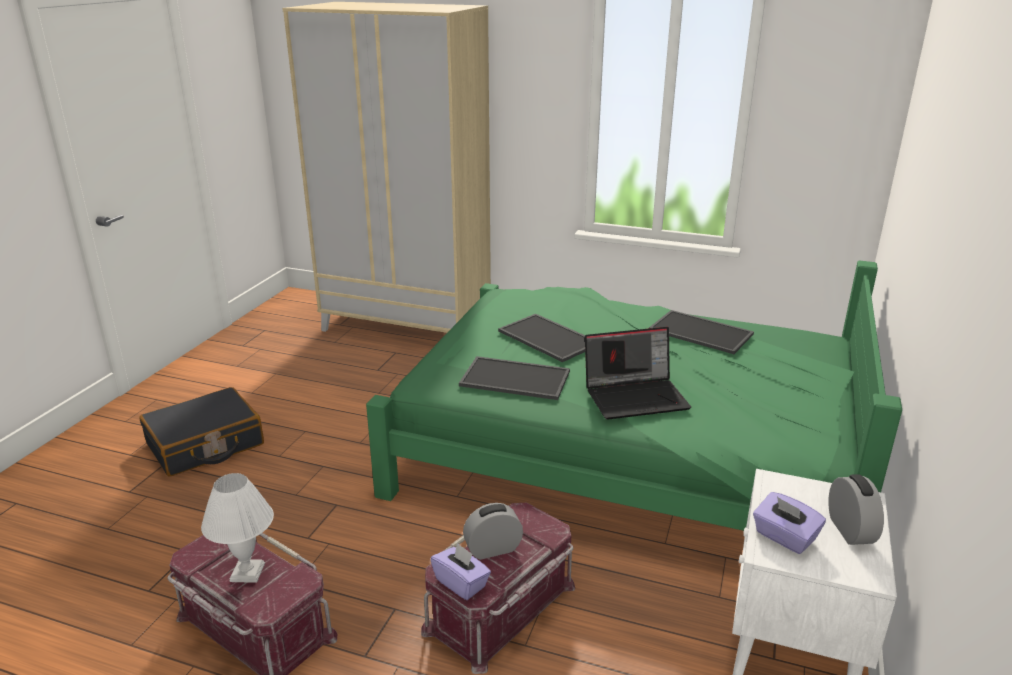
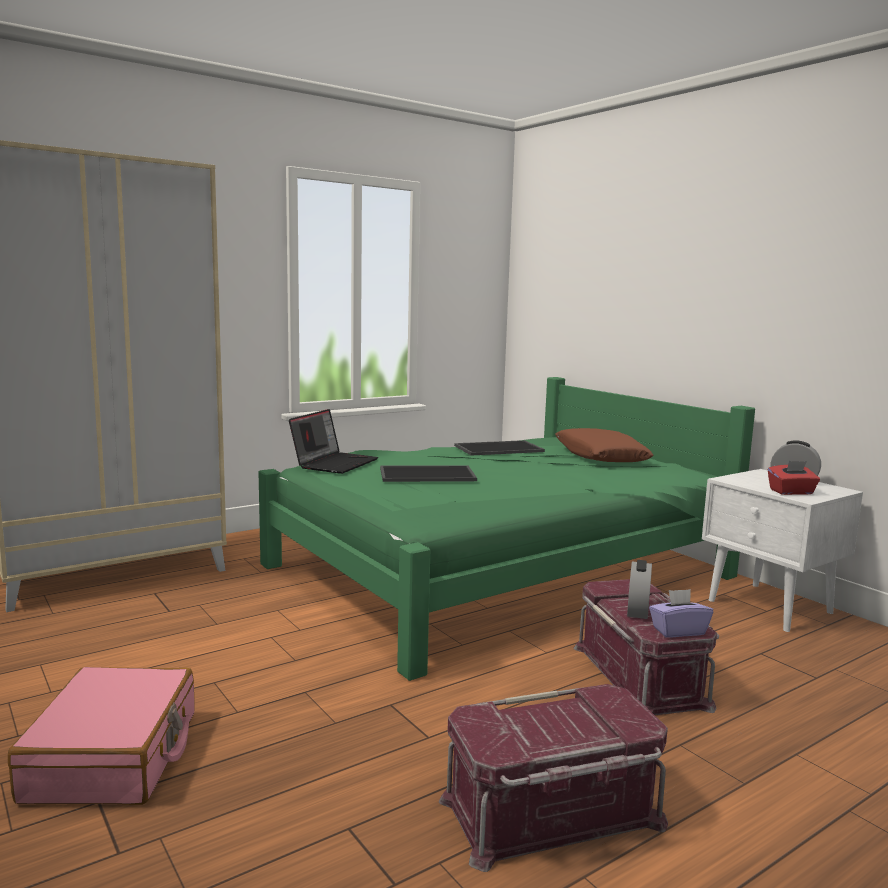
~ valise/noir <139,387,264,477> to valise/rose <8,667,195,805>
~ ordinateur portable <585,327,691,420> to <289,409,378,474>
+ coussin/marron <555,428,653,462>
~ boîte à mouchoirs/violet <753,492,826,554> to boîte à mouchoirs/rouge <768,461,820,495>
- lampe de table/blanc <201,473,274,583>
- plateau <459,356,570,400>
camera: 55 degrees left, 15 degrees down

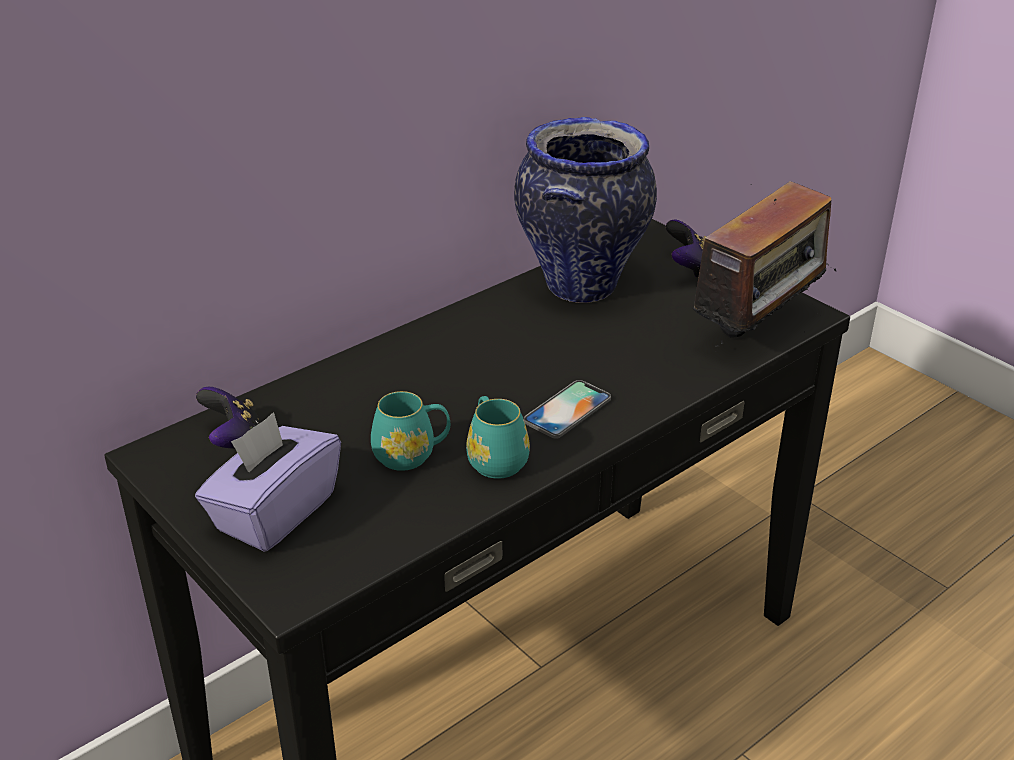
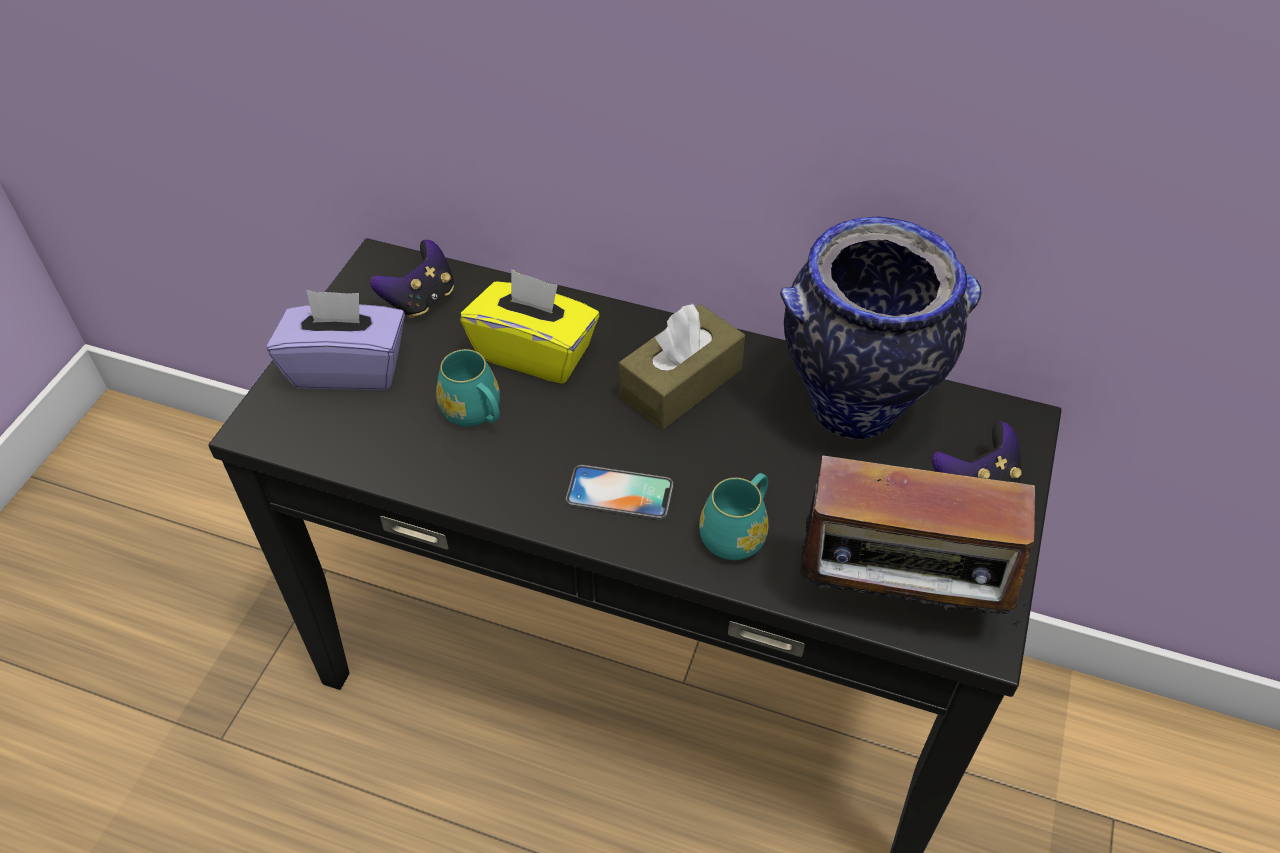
+ boîte à mouchoirs/jaune <461,269,599,384>
+ boîte à mouchoirs/marron <619,304,745,430>
~ mug/turquoise <466,396,530,479> to <699,473,768,560>
camera: 60 degrees right, 15 degrees up

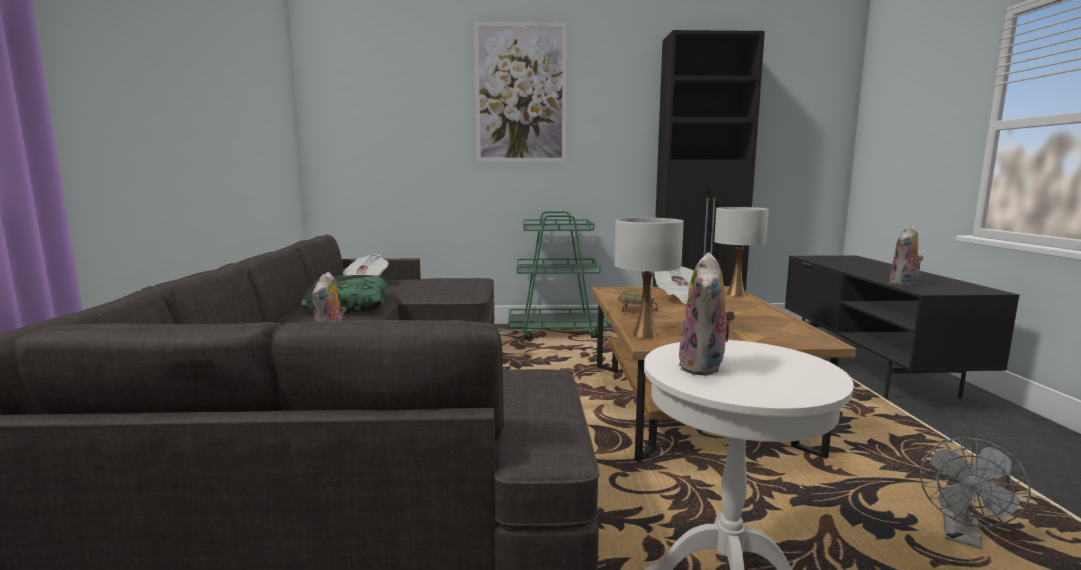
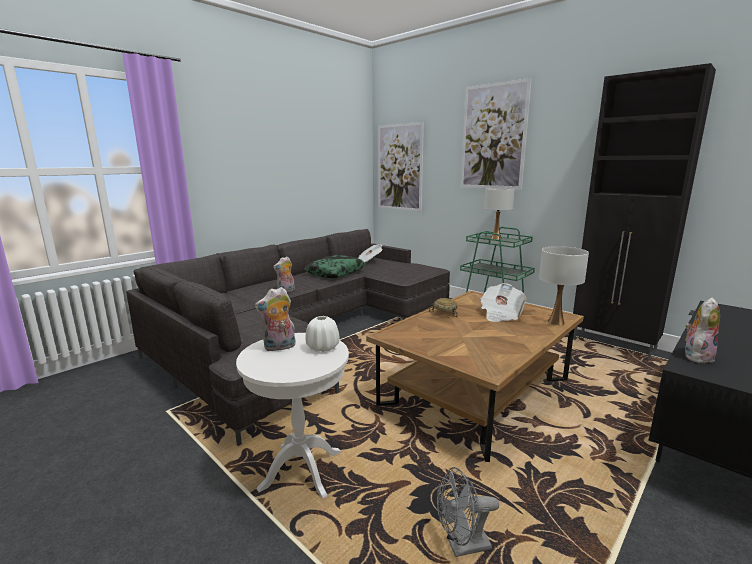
+ vase/blanc <306,316,340,352>
+ tableau <378,122,424,211>
~ lampe de table/blanc <615,218,684,338> to <484,188,515,239>
~ peluche <890,225,924,286> = <685,297,720,363> 135 degrees clockwise
camera: 45 degrees right, 5 degrees up

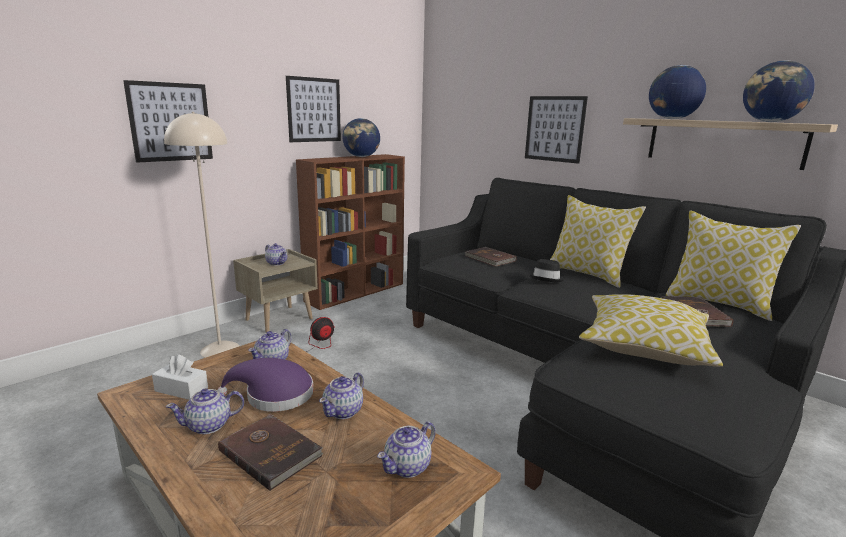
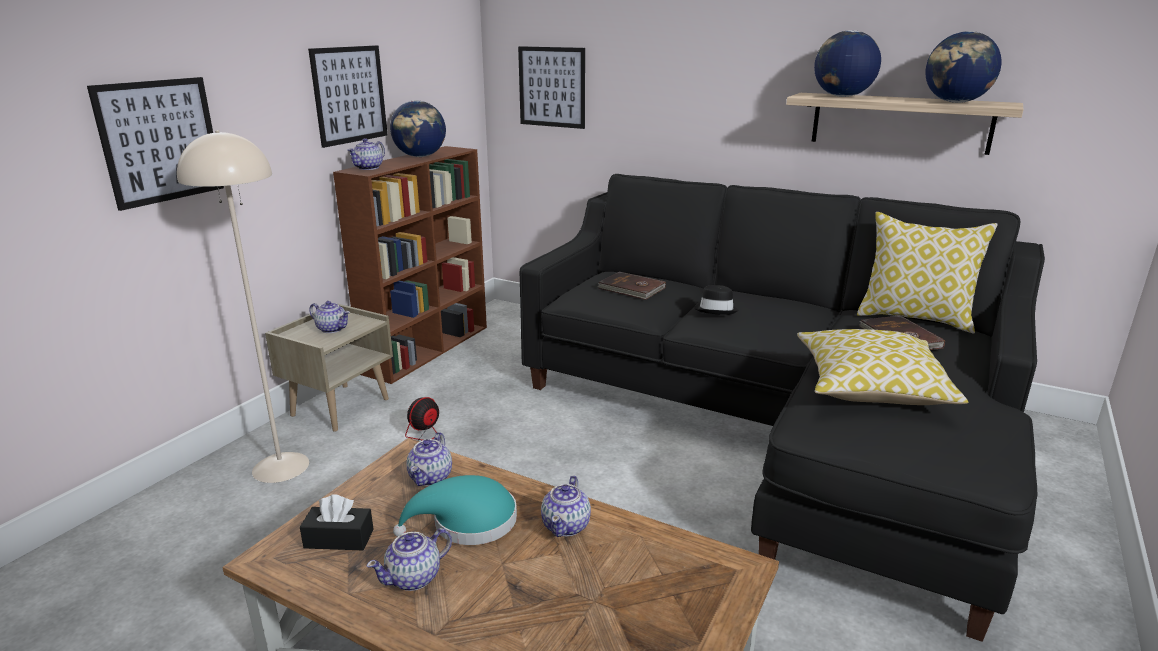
~ boîte à mouchoirs/blanc <152,354,208,400> to boîte à mouchoirs/noir <300,494,374,550>
~ théière <377,422,436,478> to <347,138,385,170>
~ chapeau/violet <217,358,313,412> to chapeau/turquoise <393,475,517,545>
~ tableau <525,96,588,164> to <518,46,585,129>
- livre/marron <218,414,323,491>
- coussin <550,195,646,288>
camera: 15 degrees left, 5 degrees up

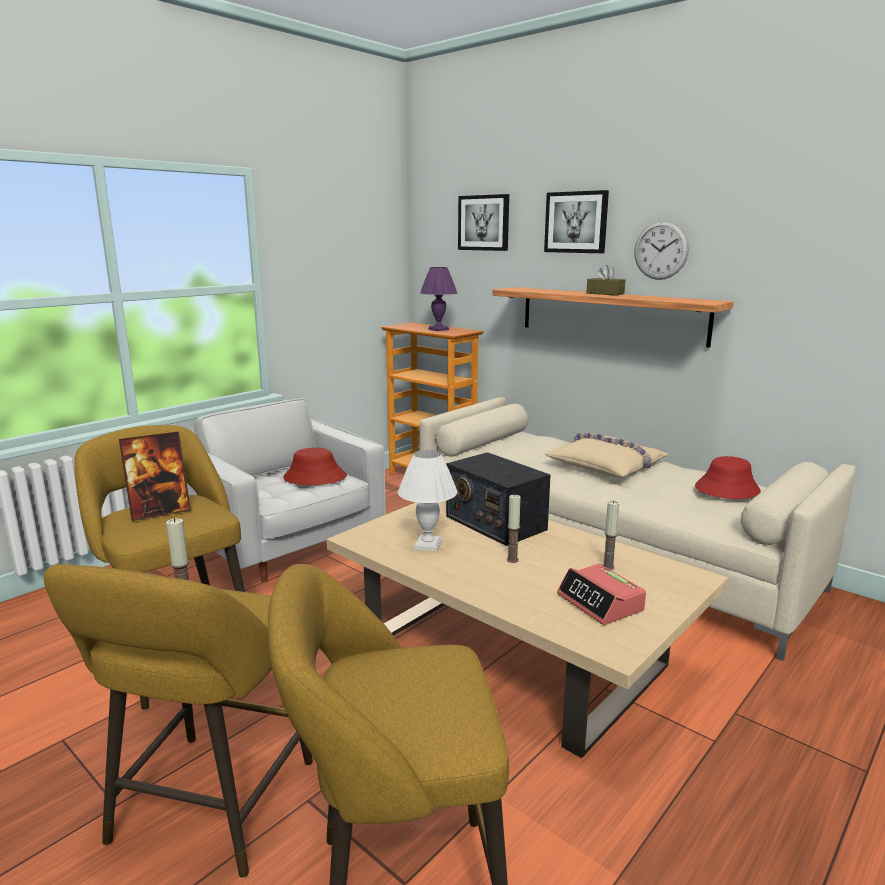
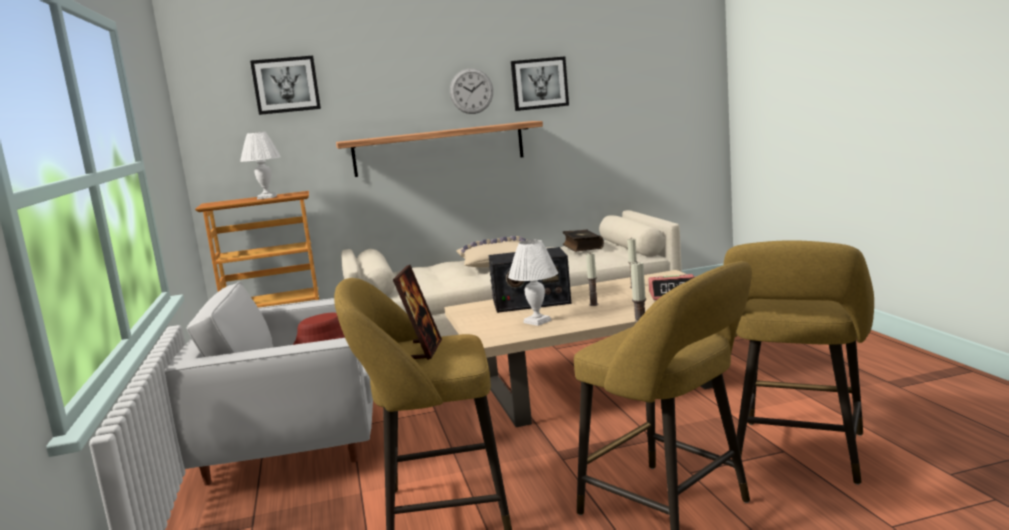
~ lampe de table/violet <420,267,457,331> to lampe de table/blanc <240,132,281,199>
~ tableau <544,190,609,253> to <511,56,569,111>
~ chapeau/rouge <695,456,761,499> to livre <563,230,604,252>
- boîte à mouchoirs/marron <586,265,625,295>
camera: 55 degrees left, 5 degrees down

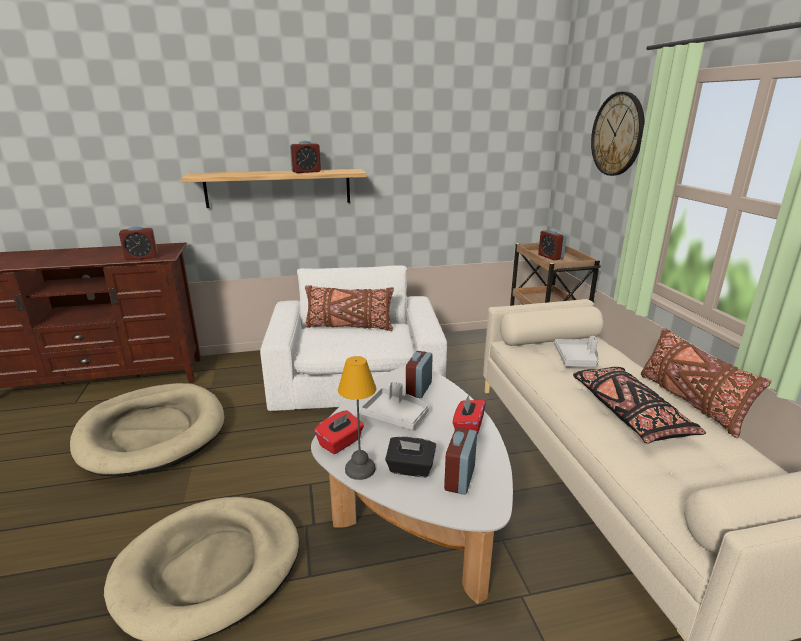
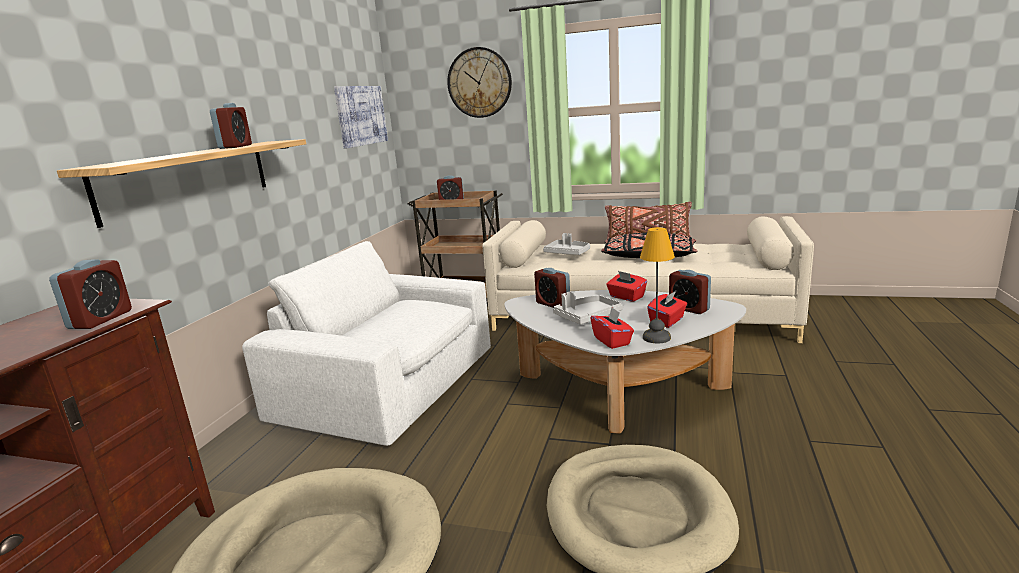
+ tableau <334,86,388,149>
~ boîte à mouchoirs/noir <385,437,436,477> to boîte à mouchoirs/rouge <647,291,687,328>
- coussin/marron <305,285,394,331>
camera: 60 degrees left, 5 degrees down

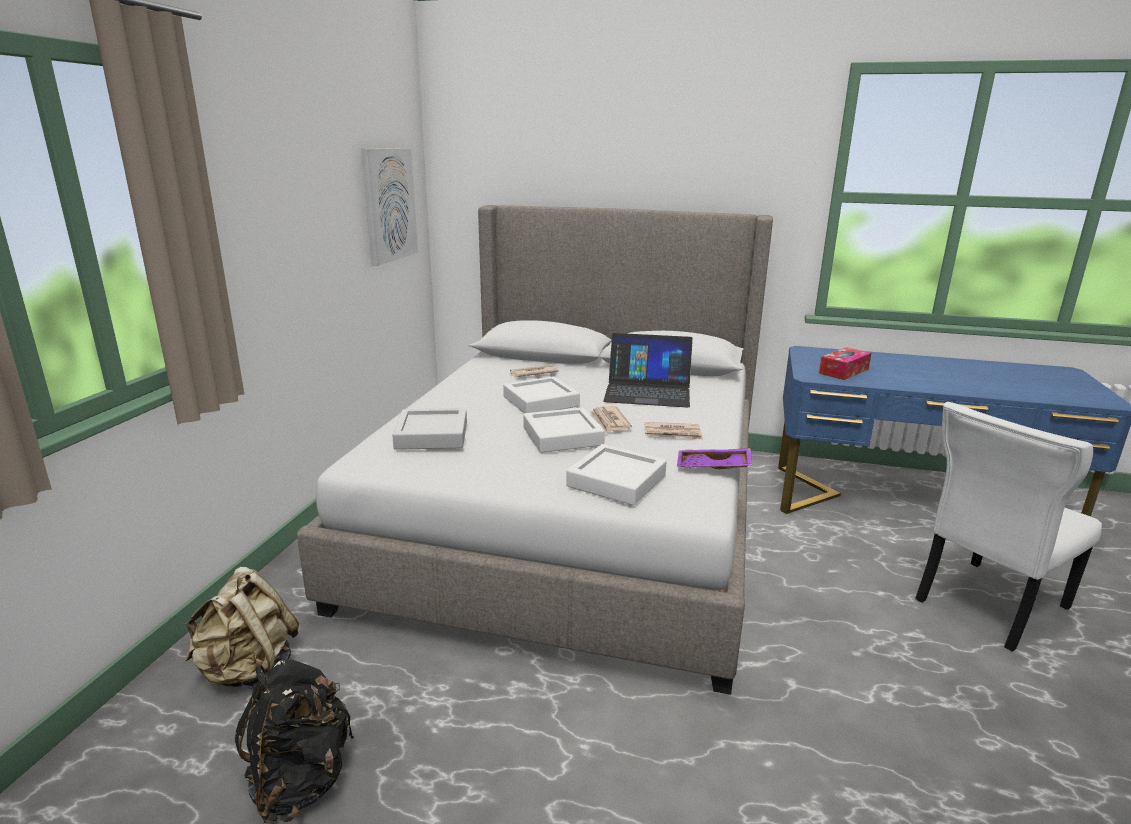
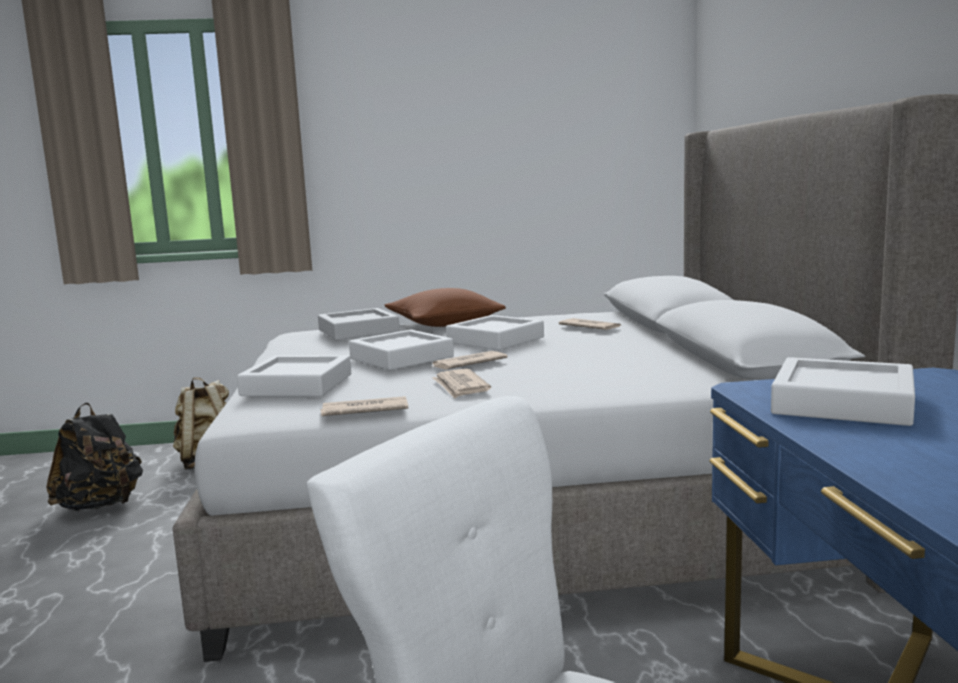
~ plateau/violet <677,448,752,469> to journal <321,396,408,416>
+ coussin/marron <385,288,506,327>
~ boîte à mouchoirs <819,347,871,380> to plateau/blanc <771,357,915,426>
- tableau <361,148,418,266>
- ordinateur portable <604,333,693,408>
camera: 70 degrees right, 10 degrees down

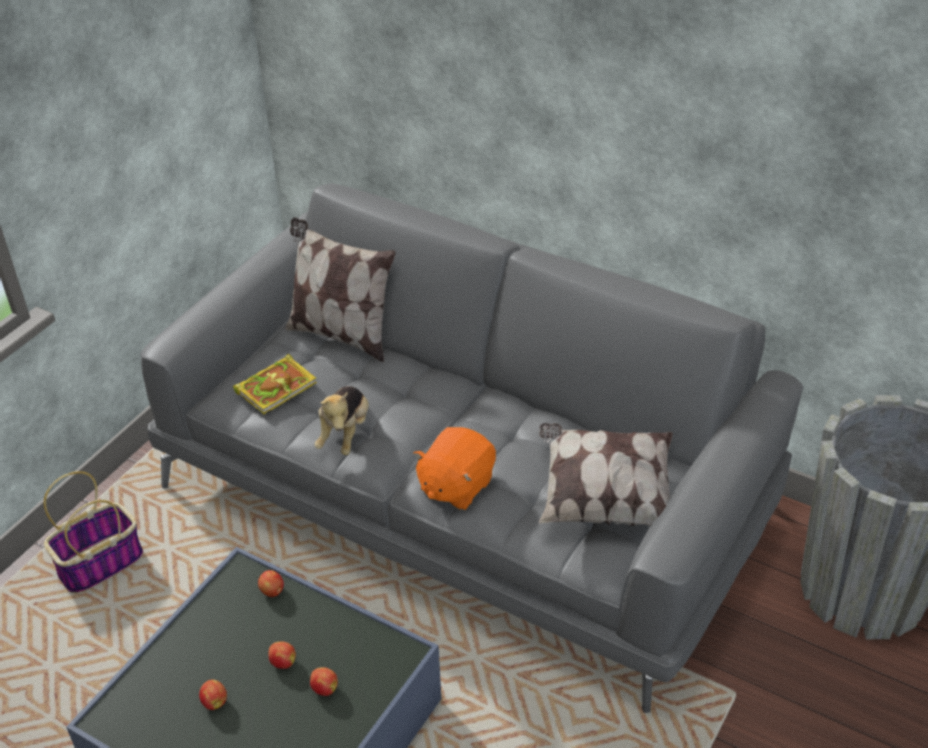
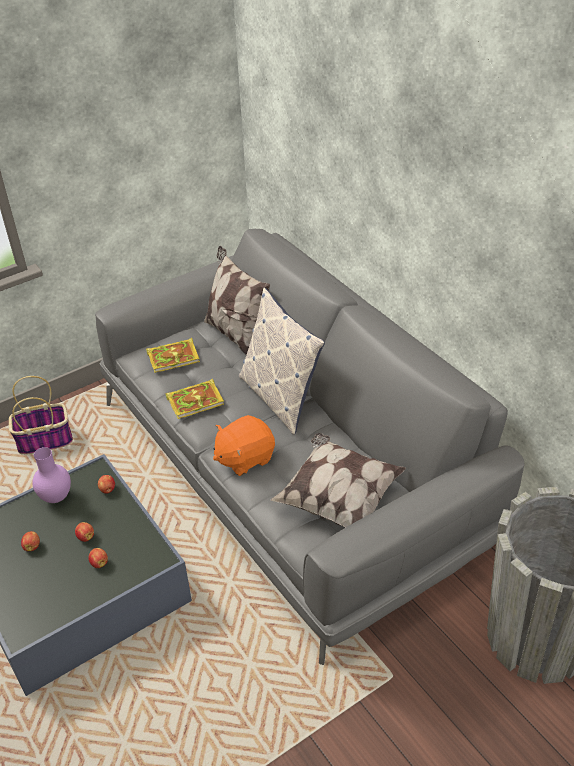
+ vase/violet <32,447,71,503>
~ peluche <315,386,369,455> to livre <166,379,224,419>
+ coussin <239,288,325,435>
camera: 25 degrees right, 0 degrees up

